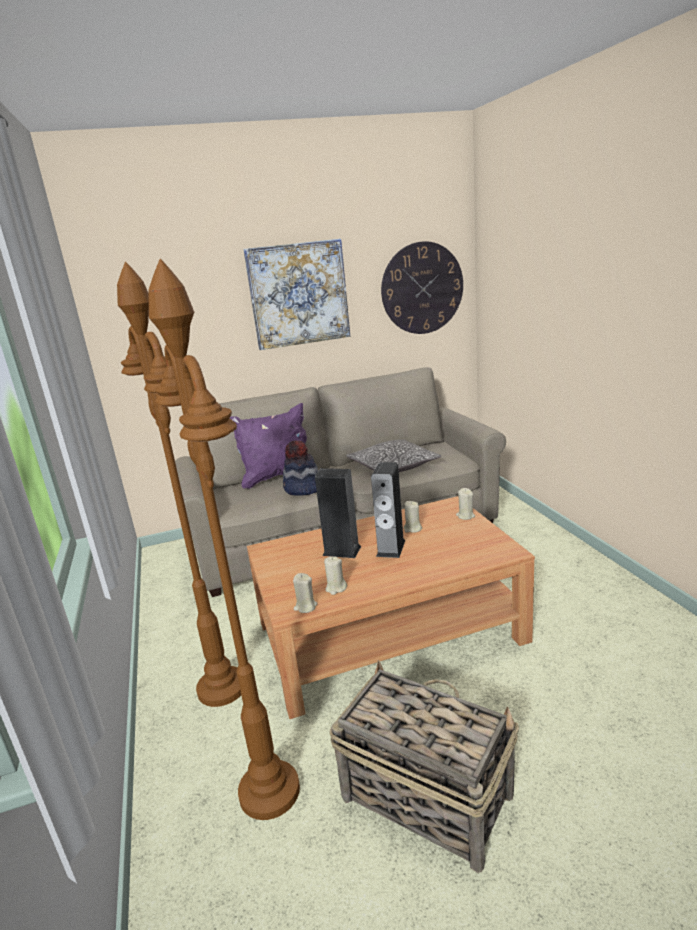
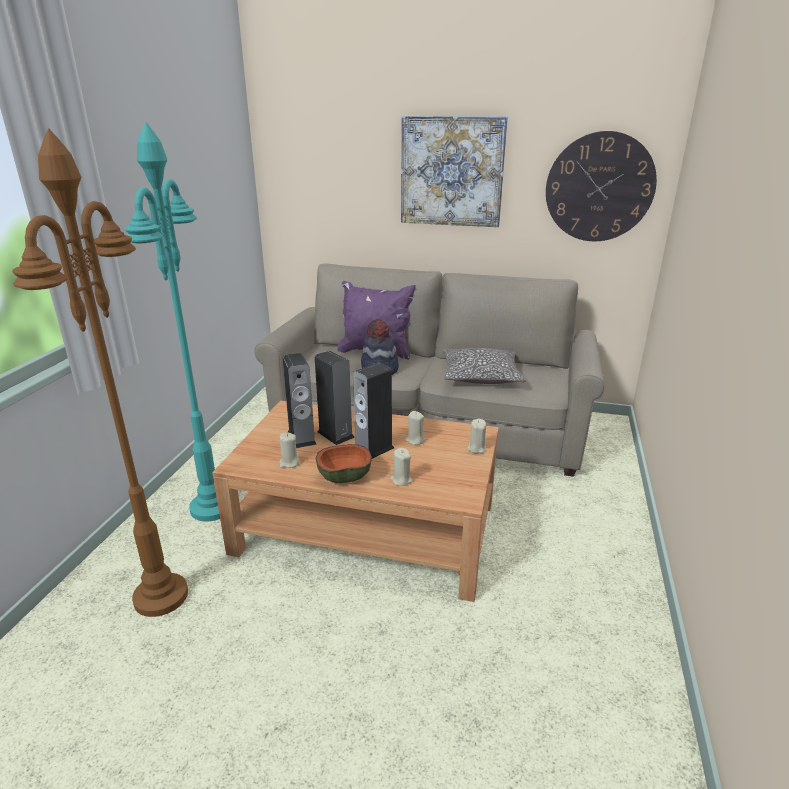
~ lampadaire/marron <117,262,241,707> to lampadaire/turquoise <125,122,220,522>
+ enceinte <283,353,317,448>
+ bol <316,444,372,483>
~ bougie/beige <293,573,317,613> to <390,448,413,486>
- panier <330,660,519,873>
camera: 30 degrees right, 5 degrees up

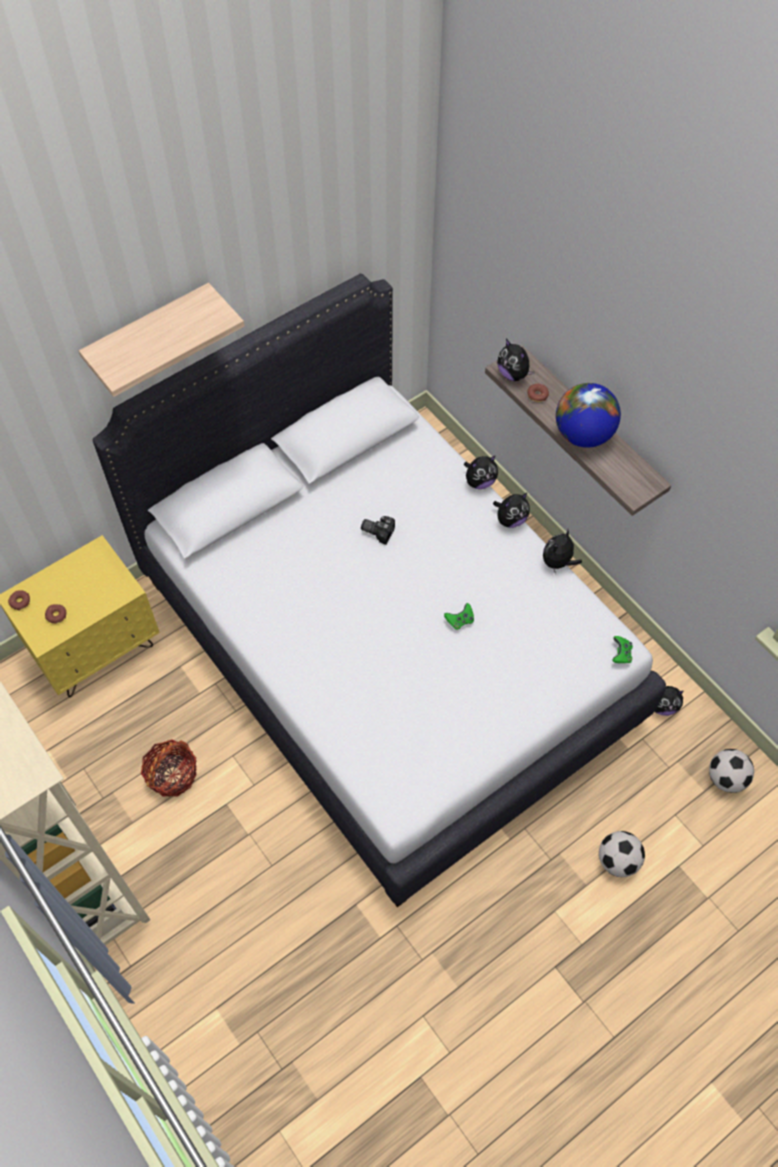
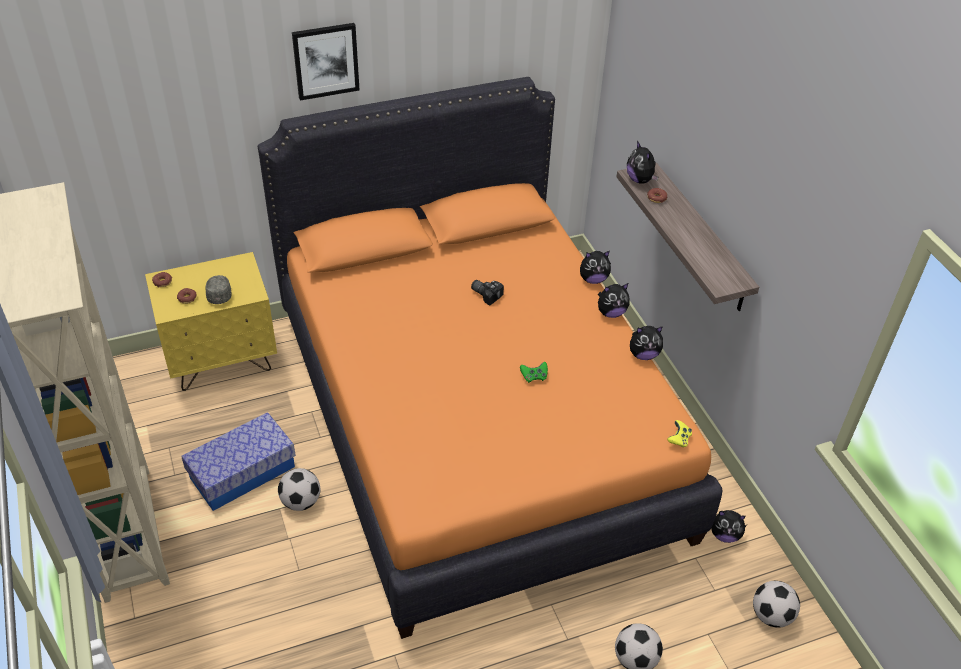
~ panier <141,739,197,797> to boîte de rangement <181,412,296,511>
+ casquette/gris <206,275,232,304>
~ lit/blanc <93,274,666,907> to lit/orange <258,77,723,639>
+ ballon de foot <278,468,320,511>
~ étagère <79,283,244,397> to tableau <292,23,360,101>
~ peluche <543,530,582,575> = <630,326,663,360> 150 degrees counterclockwise
~ manette/vert <612,636,633,663> to manette/jaune <667,420,692,448>
- globe <556,383,621,448>
camera: 15 degrees right, 15 degrees down

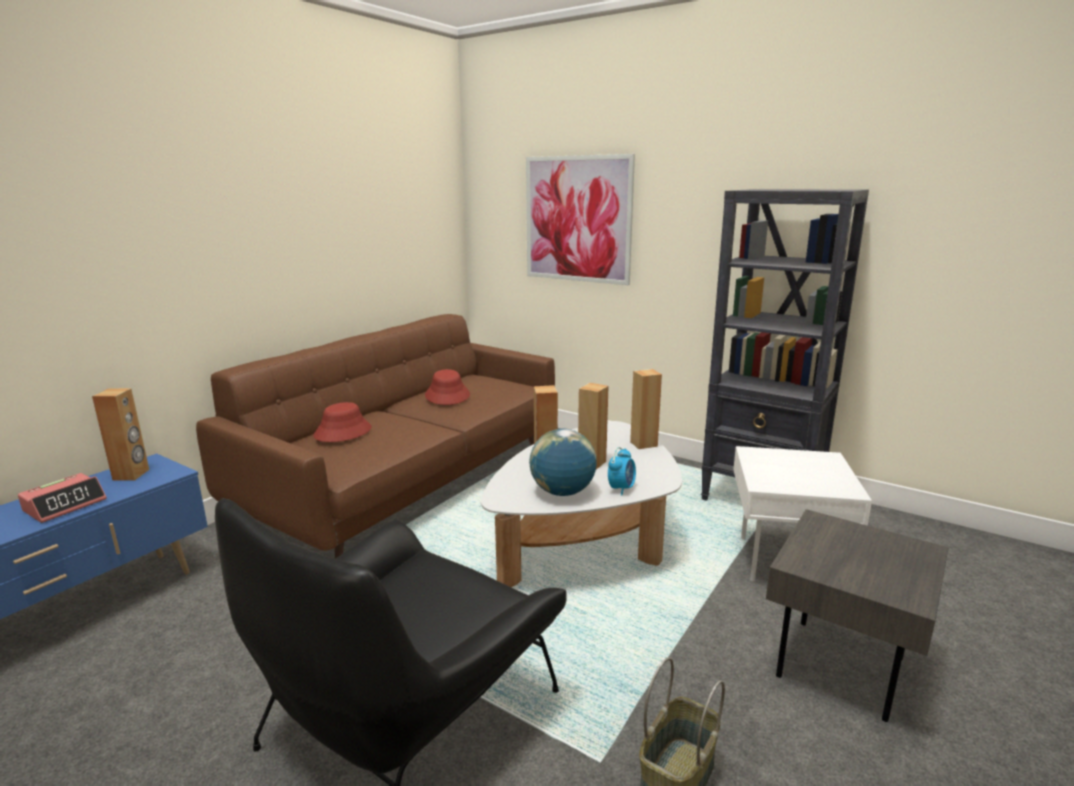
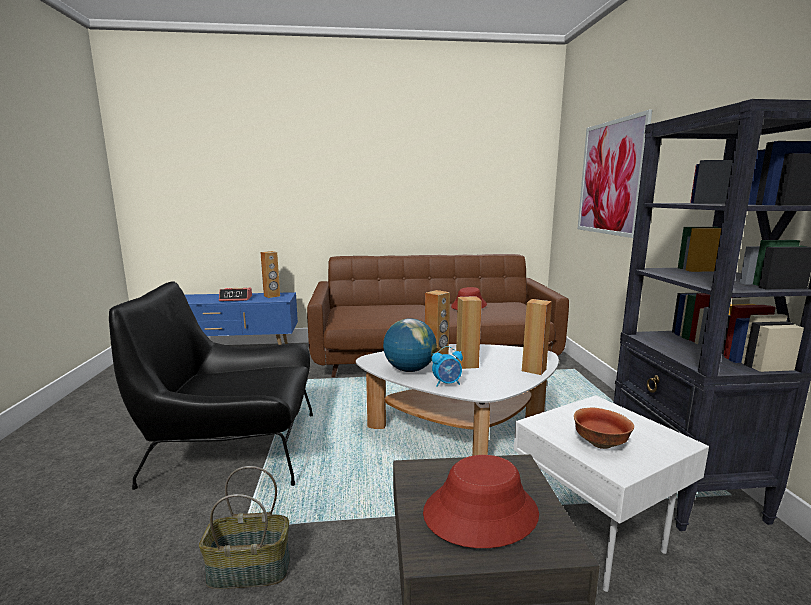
~ chapeau/rouge <313,402,372,442> to <423,455,539,548>
+ bol <574,407,634,449>
camera: 50 degrees right, 5 degrees down

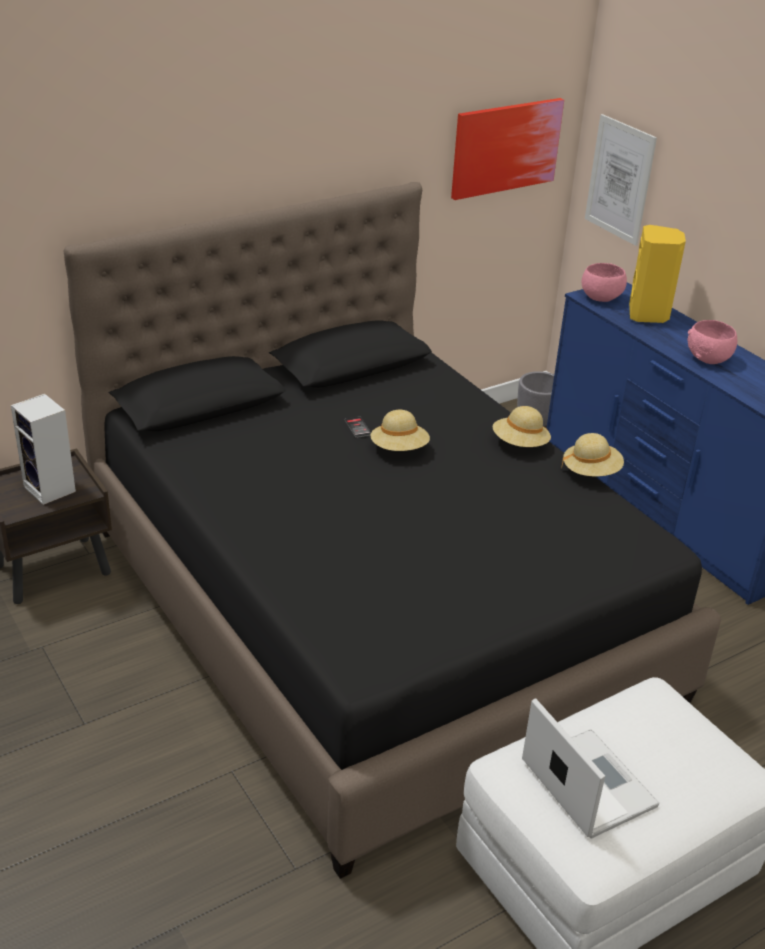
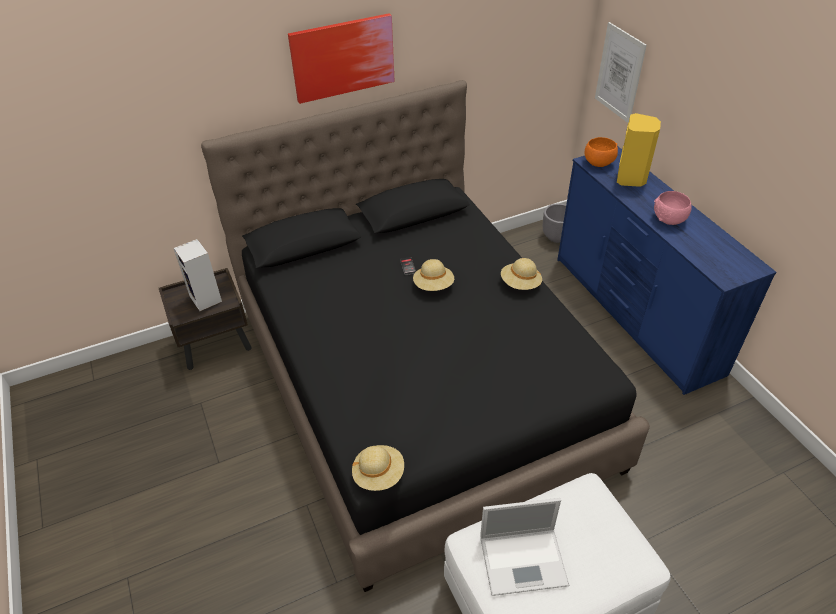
~ tableau <451,98,564,200> to <288,13,395,104>
~ chapeau/beige <561,433,624,476> to <352,445,404,491>
~ ordinateur portable <522,698,659,839> = <480,498,569,596> 105 degrees clockwise
~ bol/rose <582,263,627,302> to bol/orange <585,137,618,167>
camera: 10 degrees right, 10 degrees up

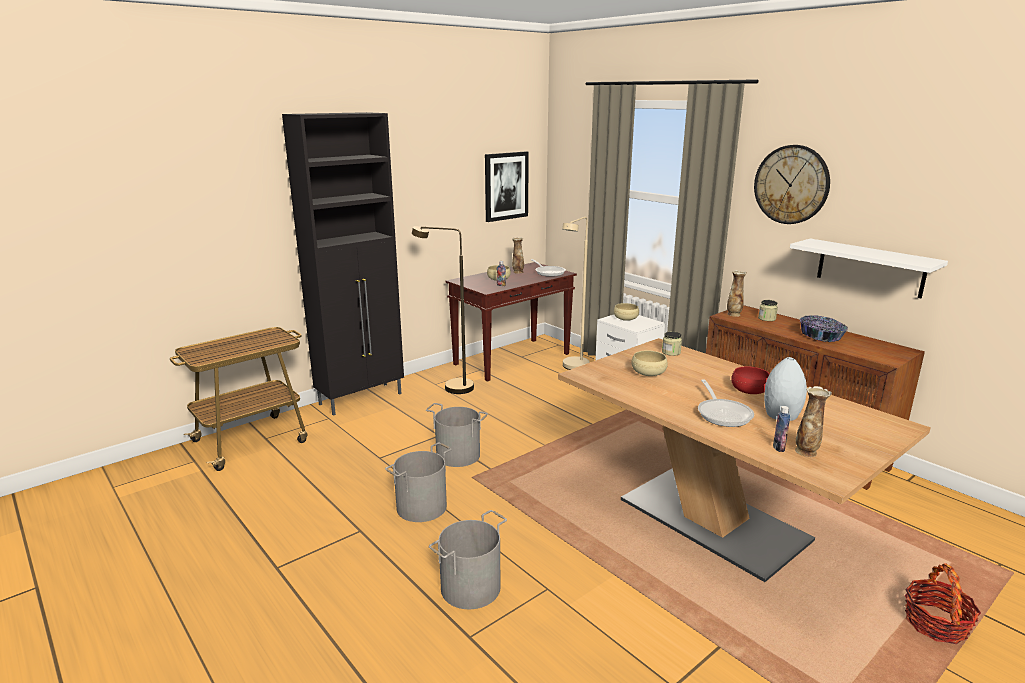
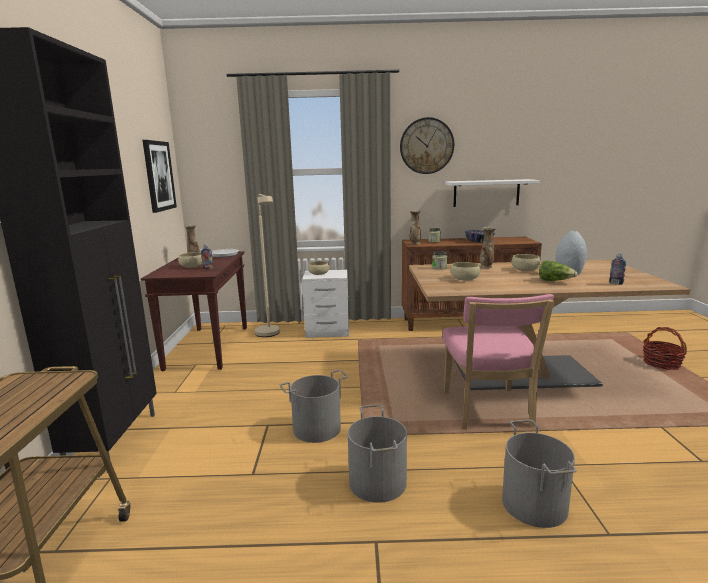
+ chaise/rose <443,294,554,430>
~ vase <795,386,832,457> to <480,227,496,268>
~ bol/rouge <731,366,769,394> to bol/beige <512,254,540,271>
~ poêle <698,379,754,427> to laitue <539,260,577,281>
- lampadaire/marron <412,226,474,394>
camera: 50 degrees left, 5 degrees down

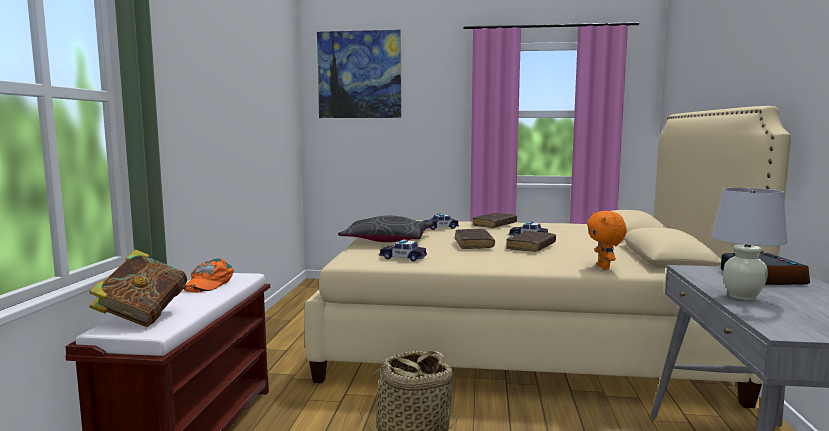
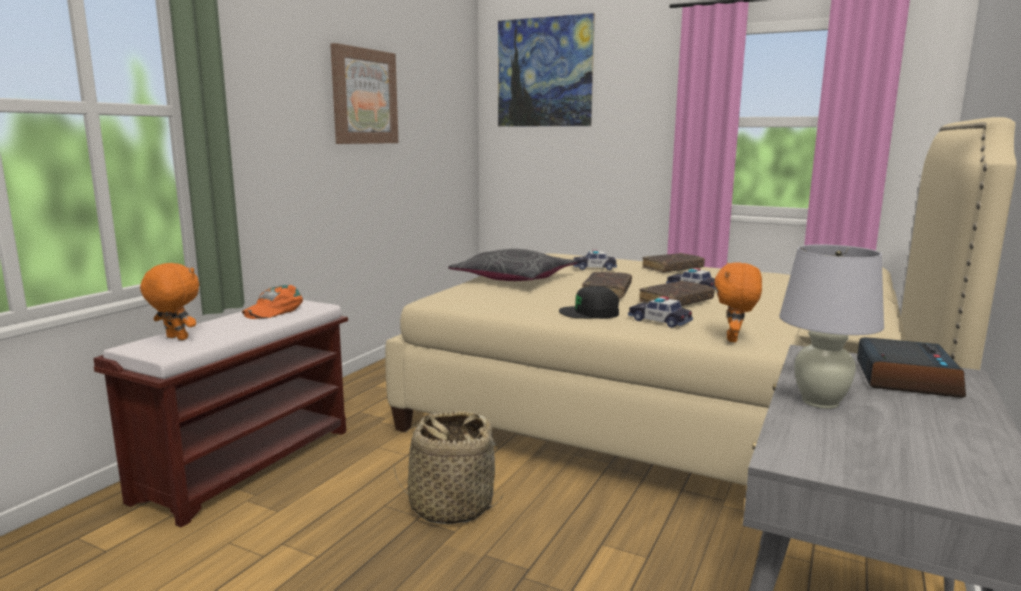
~ livre <90,249,187,327> to peluche/orange <140,263,199,340>
+ tableau <330,43,398,144>
+ casquette/noir <559,286,619,319>
~ petite voiture <379,239,427,262> to <628,296,693,328>
camera: 20 degrees right, 5 degrees up

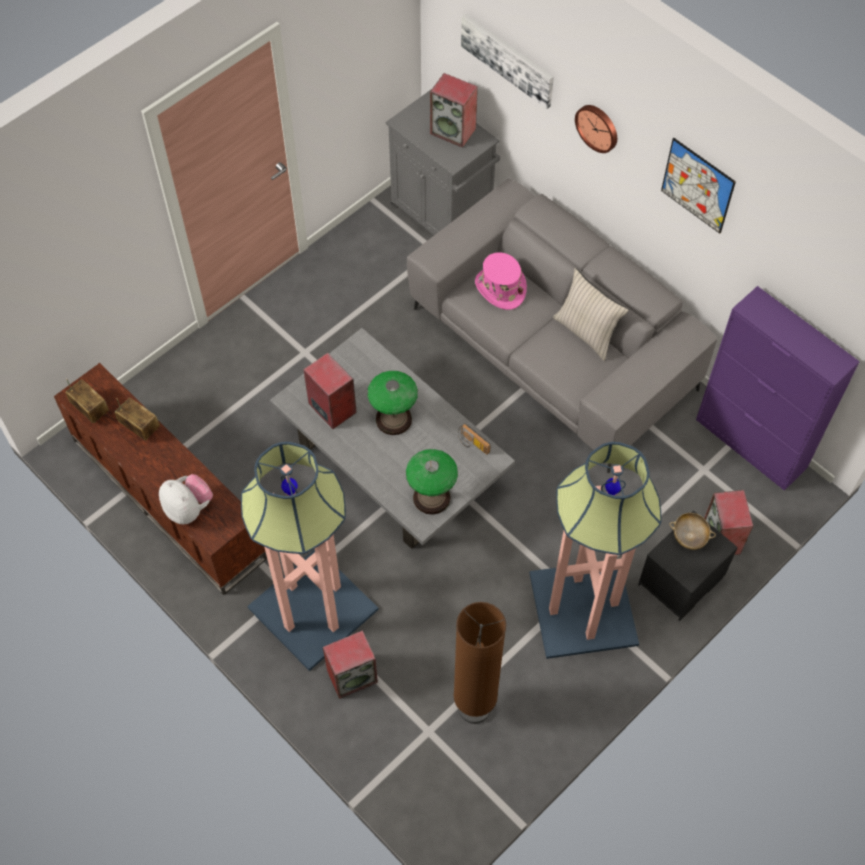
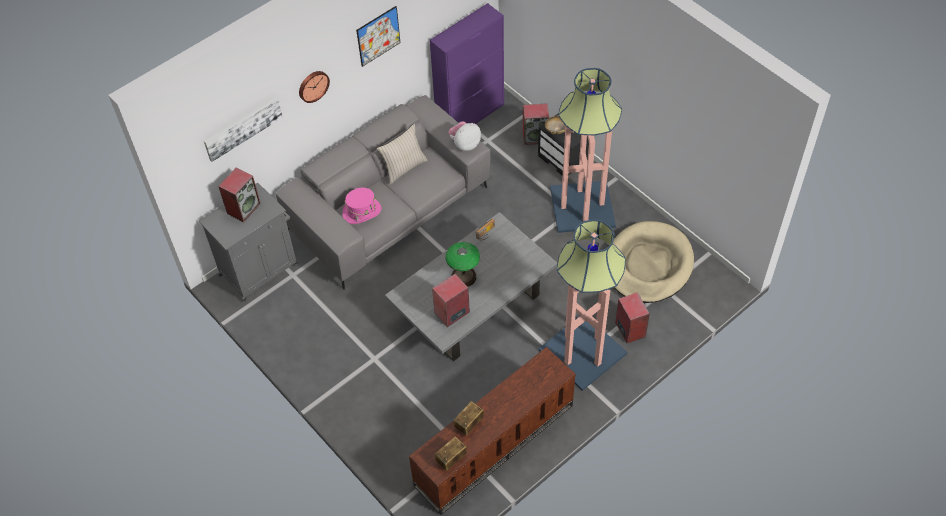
~ peluche <159,474,213,524> to <449,121,481,151>
~ lampadaire/marron <453,602,506,724> to panier pour chien/beige <613,221,694,303>
- lampe de table <406,449,458,514>
camera: 85 degrees left, 5 degrees down

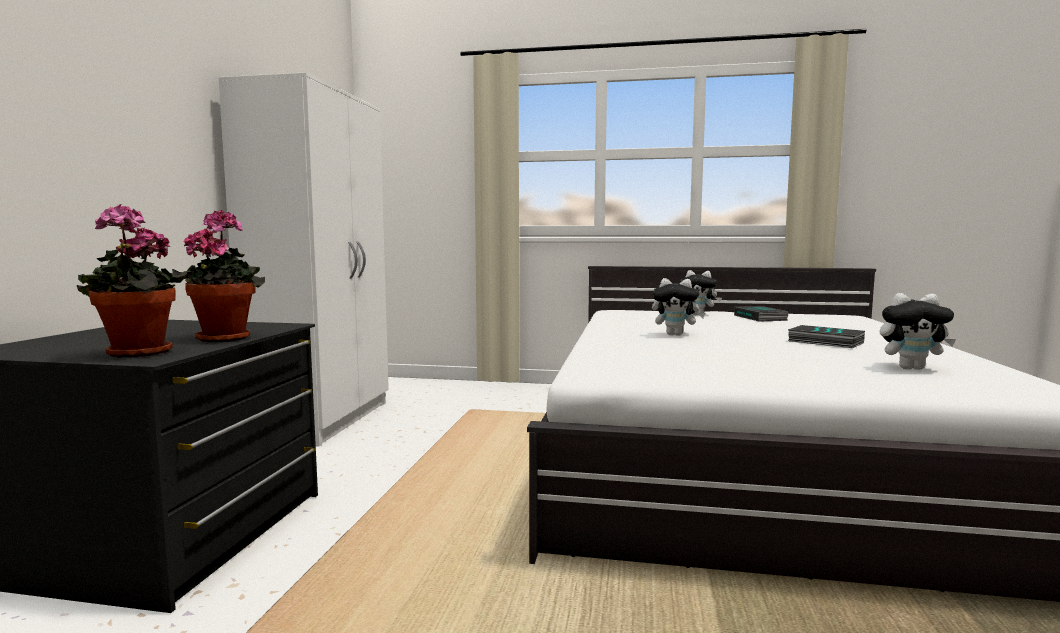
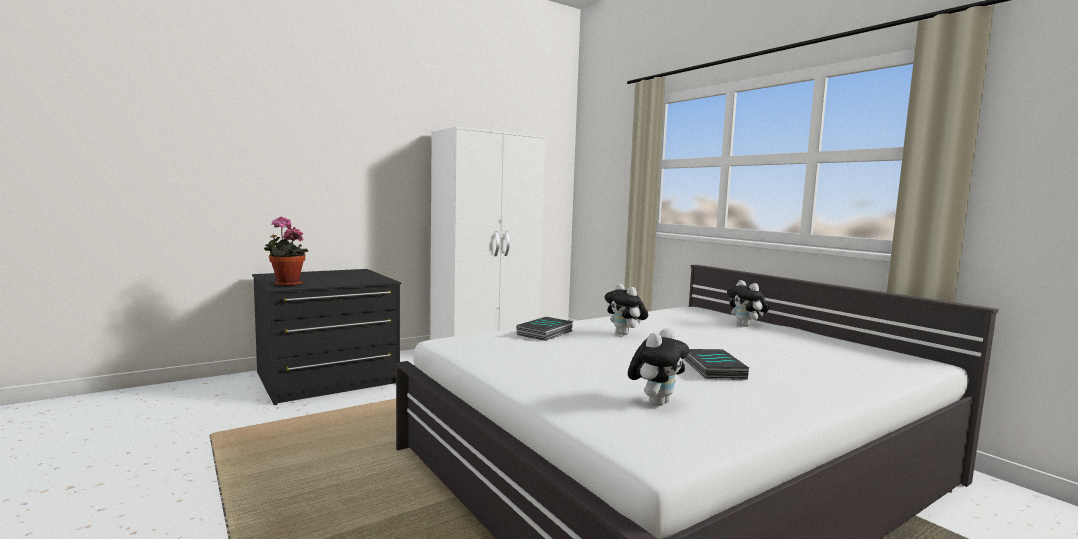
~ livre <734,306,789,322> to <517,317,573,341>
~ peluche <879,293,956,370> = <628,328,689,406> 105 degrees counterclockwise
- plante en pot <172,209,265,342>
camera: 45 degrees right, 0 degrees up

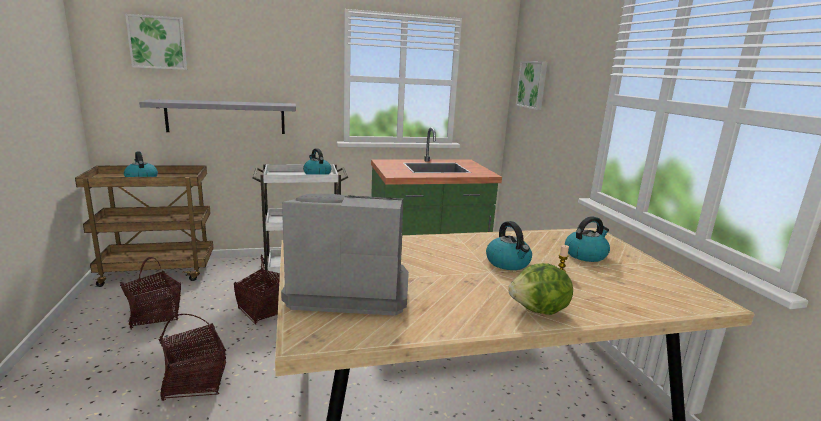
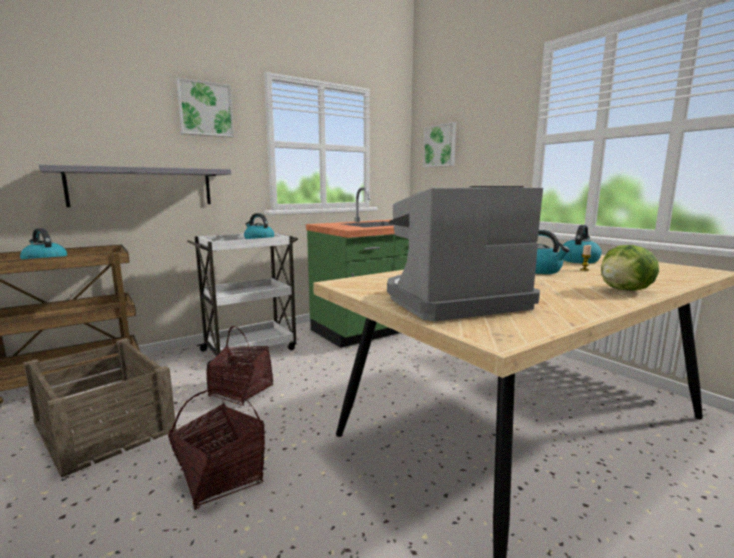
~ panier <120,257,181,330> to caisse <23,338,176,478>
~ tableau <125,14,187,70> to <176,78,234,137>
camera: 20 degrees left, 5 degrees down

